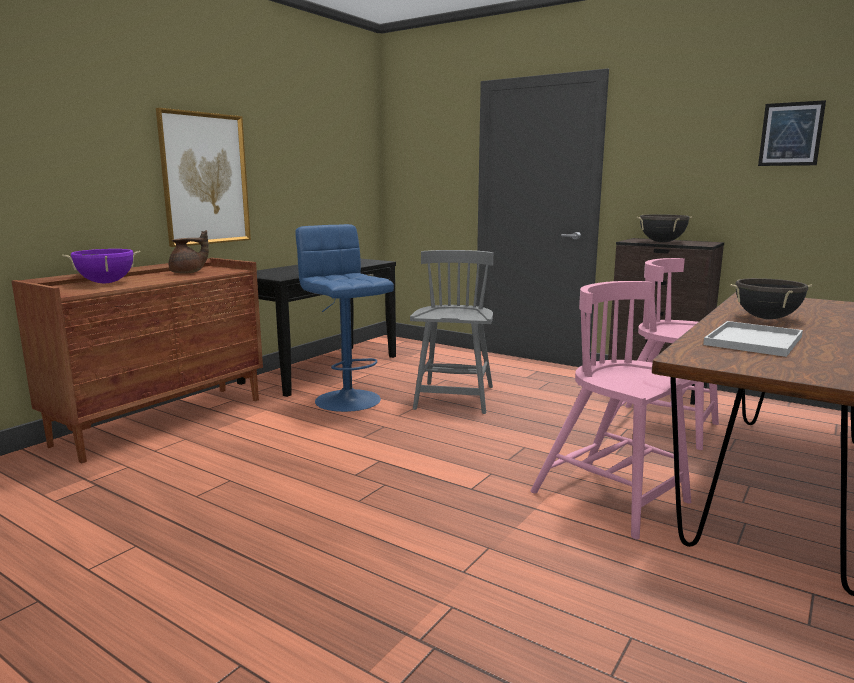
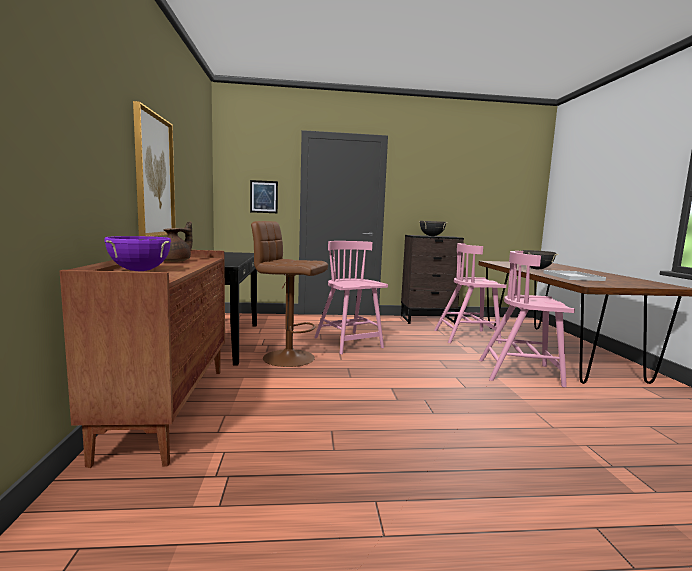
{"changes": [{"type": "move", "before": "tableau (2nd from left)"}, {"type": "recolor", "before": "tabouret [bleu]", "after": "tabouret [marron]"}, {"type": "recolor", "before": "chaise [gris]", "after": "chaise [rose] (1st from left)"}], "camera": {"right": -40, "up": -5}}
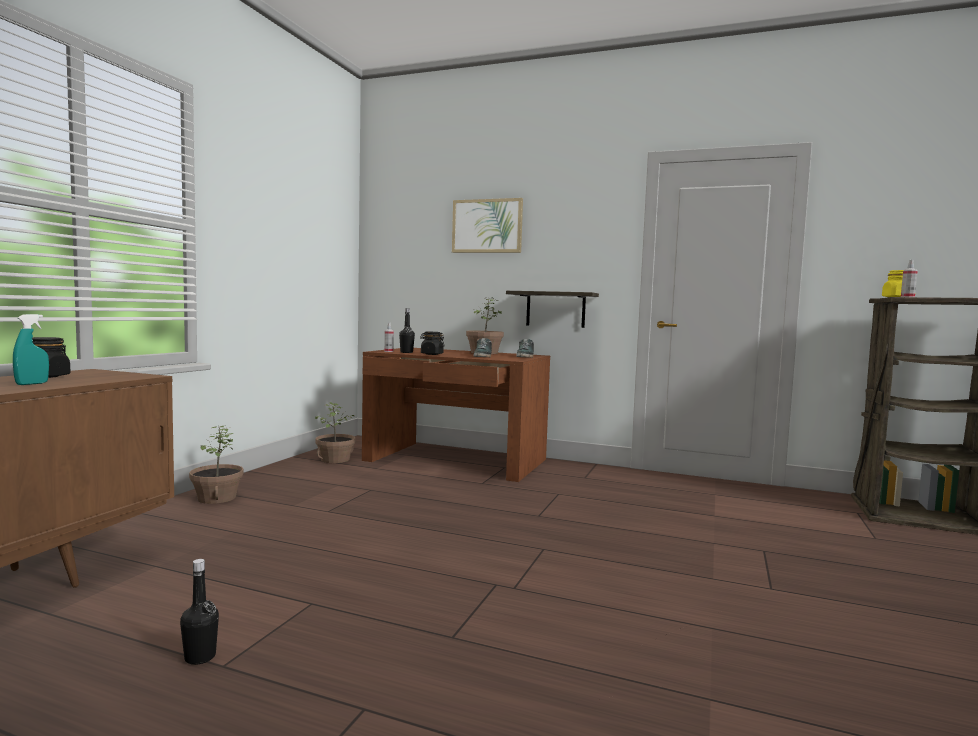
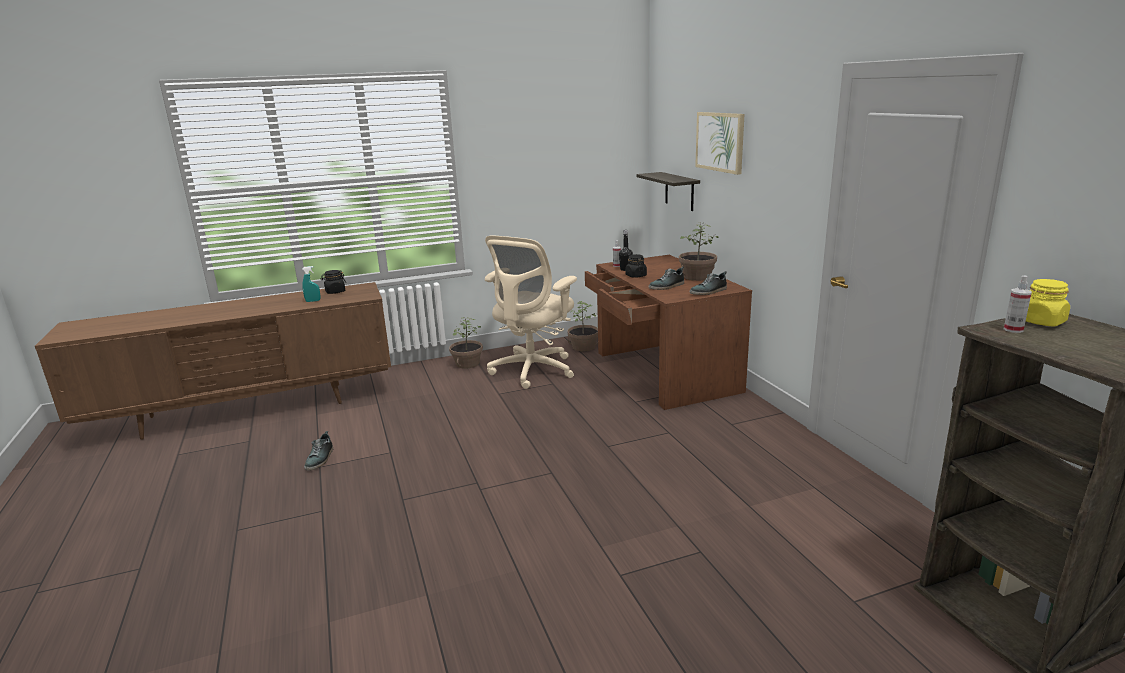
{"changes": [{"type": "replace", "before": "bouteille [noir] (1st from left)", "after": "chaussure (1st from left)"}, {"type": "insert", "after": "chaise de bureau [beige]"}, {"type": "move", "before": "étagère"}], "camera": {"right": 50, "up": 15}}
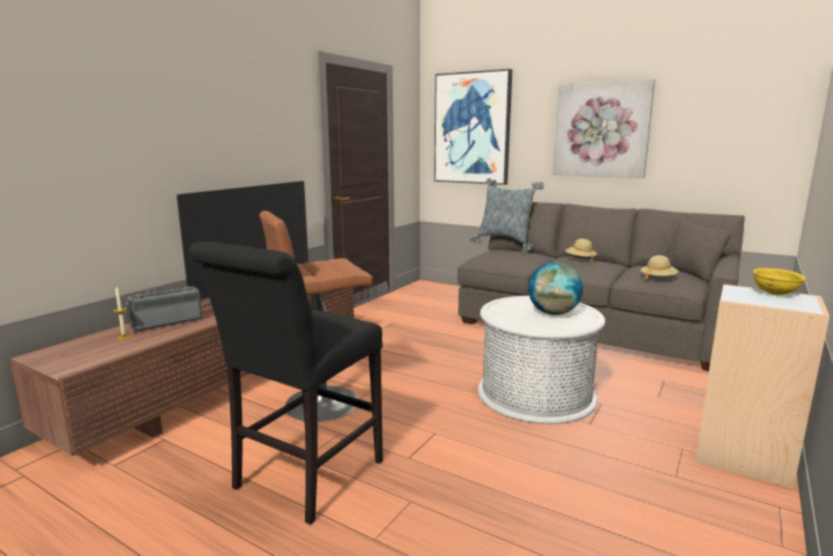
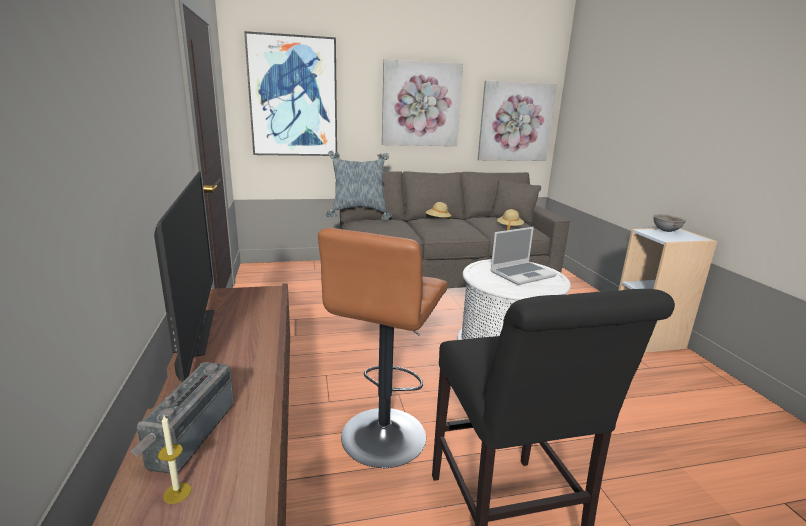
{"changes": [{"type": "insert", "after": "tableau (3rd from left)"}, {"type": "replace", "before": "globe", "after": "ordinateur portable"}, {"type": "recolor", "before": "bol [jaune]", "after": "bol [gris]"}], "camera": {"right": -45, "up": 5}}
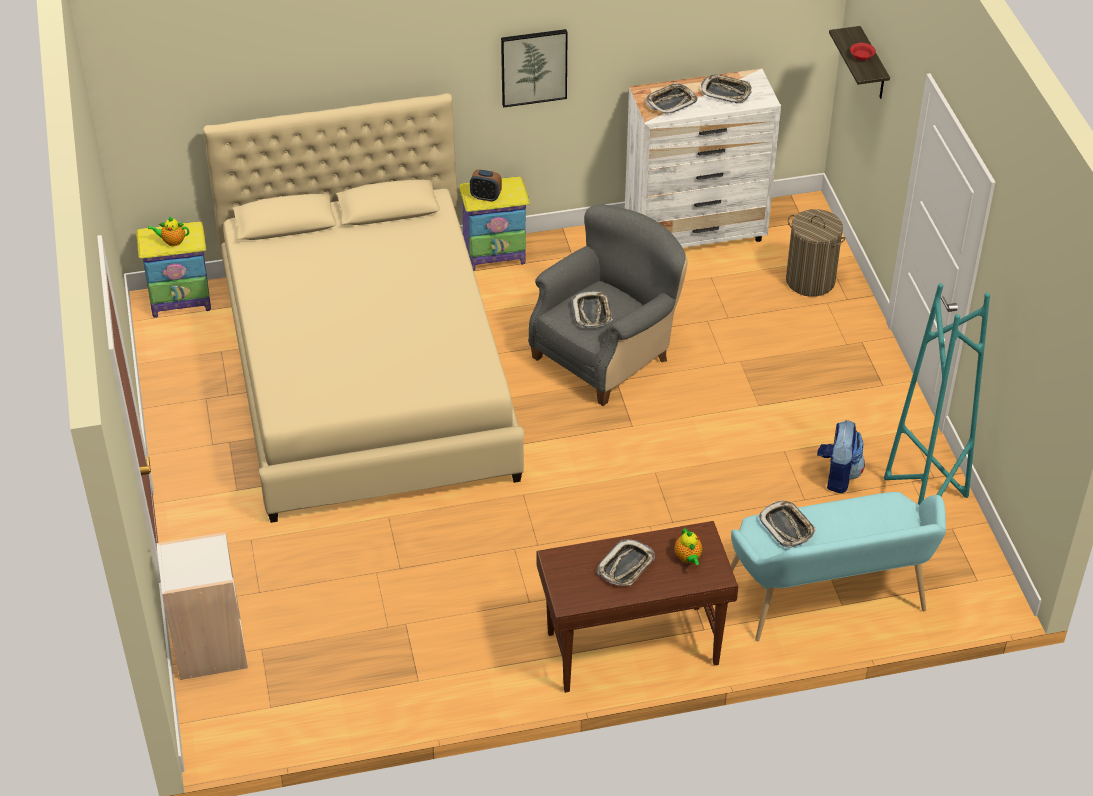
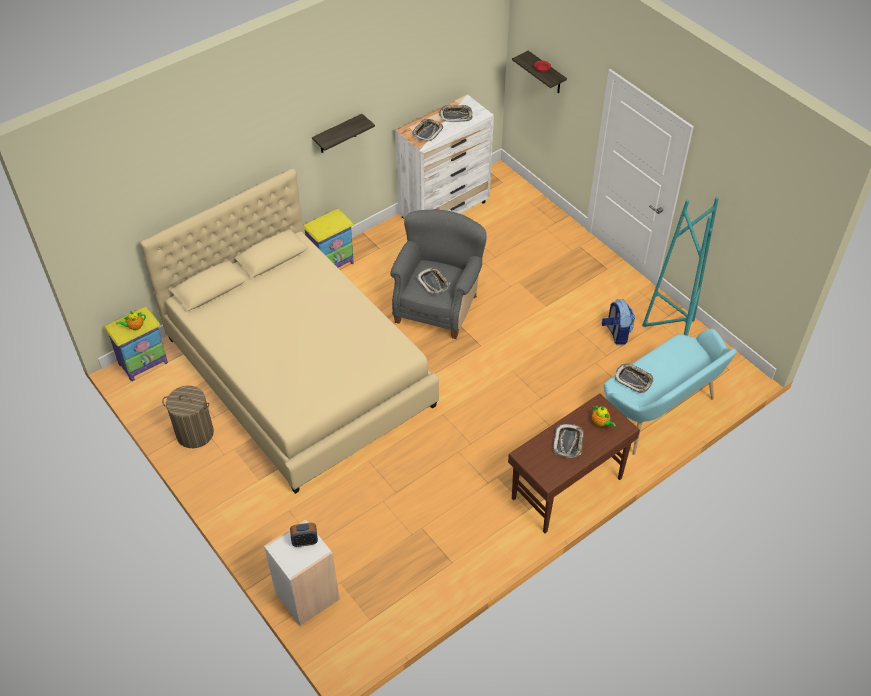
{"changes": [{"type": "move", "before": "panier à linge"}, {"type": "move", "before": "réveil"}, {"type": "replace", "before": "tableau", "after": "étagère (1st from left)"}], "camera": {"right": -25, "up": 5}}
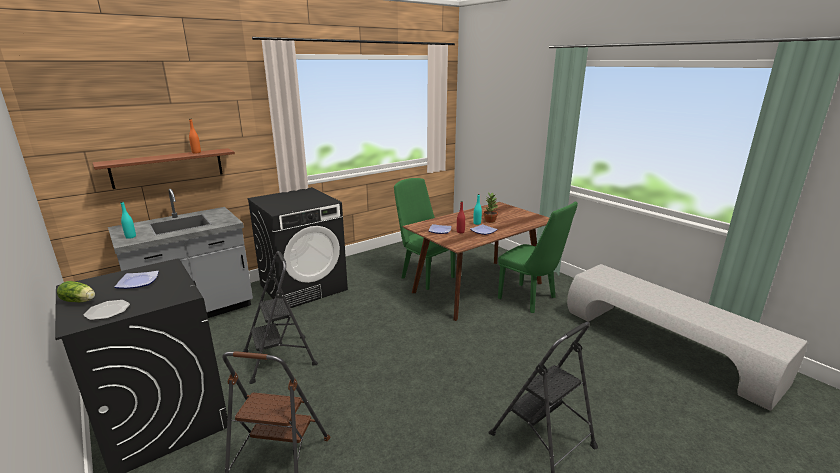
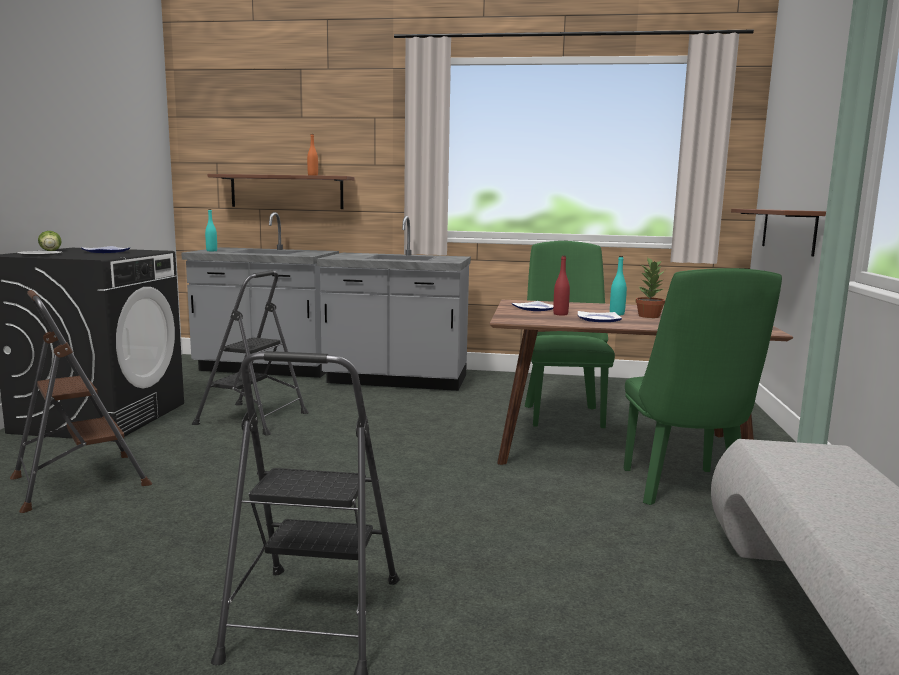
{"changes": [{"type": "replace", "before": "lave-linge [noir] (2nd from left)", "after": "comptoir de cuisine [gris] (2nd from left)"}, {"type": "insert", "after": "étagère [marron] (2nd from left)"}], "camera": {"right": 45, "up": -10}}
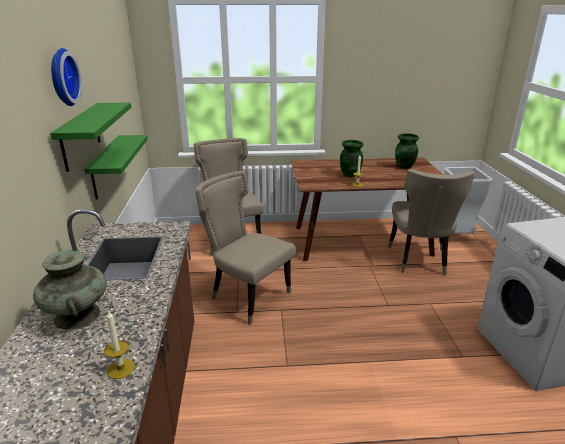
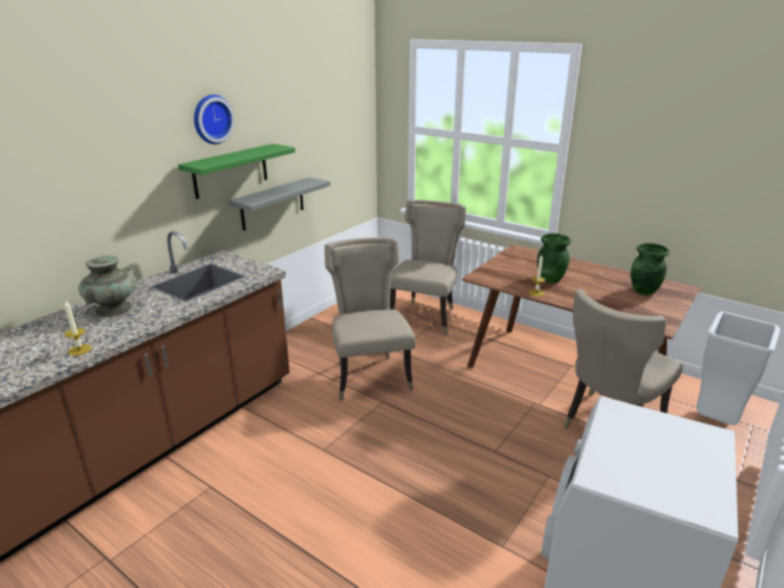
{"changes": [{"type": "recolor", "before": "étagère [vert] (2nd from left)", "after": "étagère [gris]"}], "camera": {"right": 40, "up": 0}}
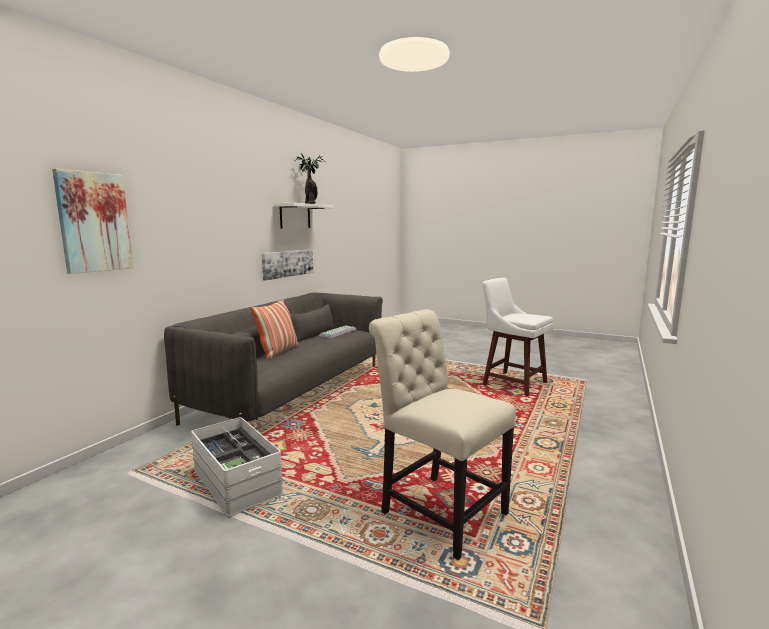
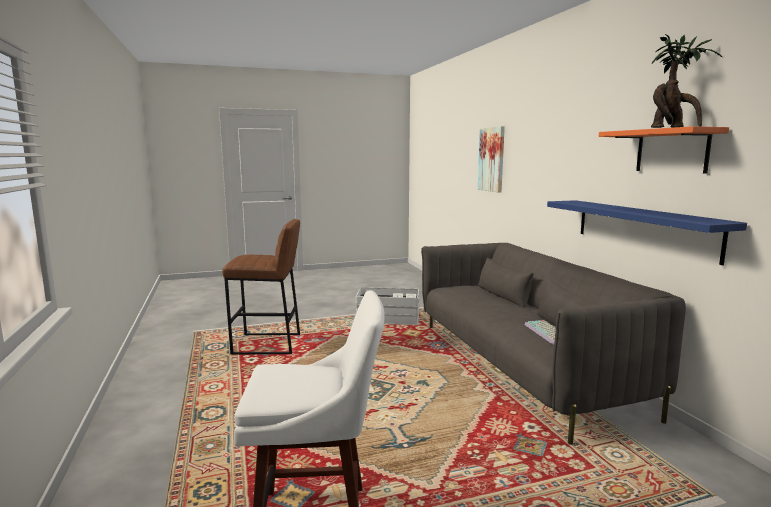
{"changes": [{"type": "replace", "before": "chaise [beige]", "after": "tabouret [marron]"}, {"type": "replace", "before": "tableau (2nd from left)", "after": "étagère [bleu]"}, {"type": "recolor", "before": "étagère [blanc]", "after": "étagère [orange]"}, {"type": "delete", "before": "coussin"}], "camera": {"right": 135, "up": 0}}
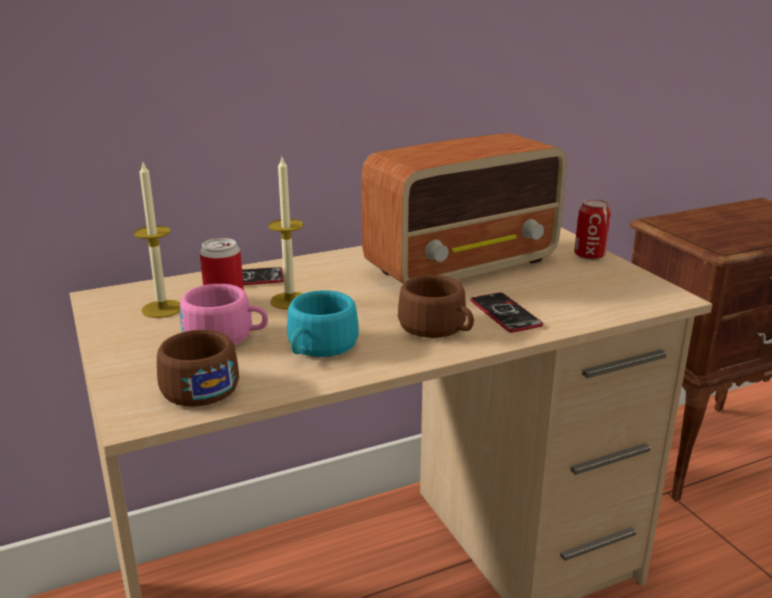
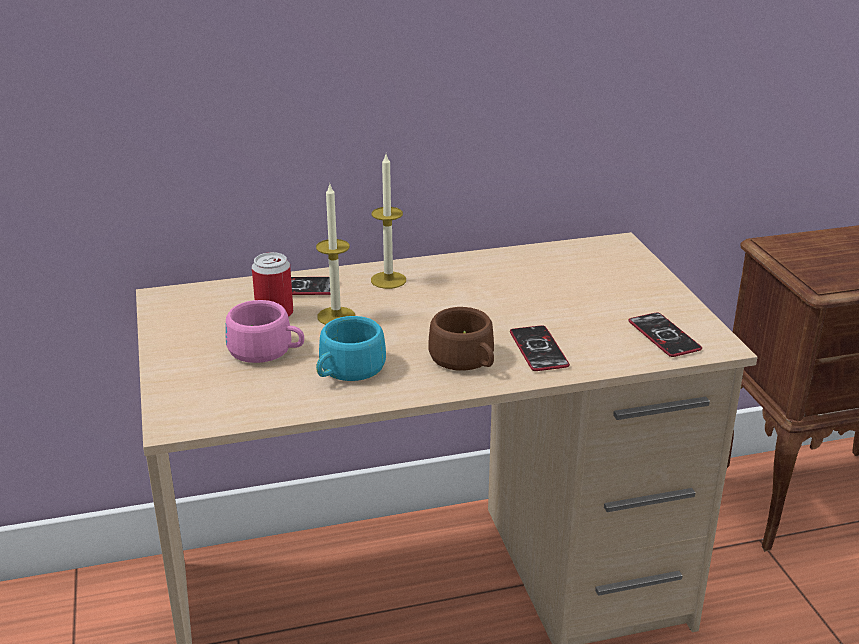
{"changes": [{"type": "move", "before": "bougie (1st from left in the first image)", "after": "bougie (2nd from left)"}, {"type": "insert", "after": "téléphone (3rd from left)"}, {"type": "delete", "before": "tasse [marron] (1st from left)"}, {"type": "delete", "before": "radio"}, {"type": "delete", "before": "boîte métallique (2nd from left)"}], "camera": {"right": 10, "up": 5}}
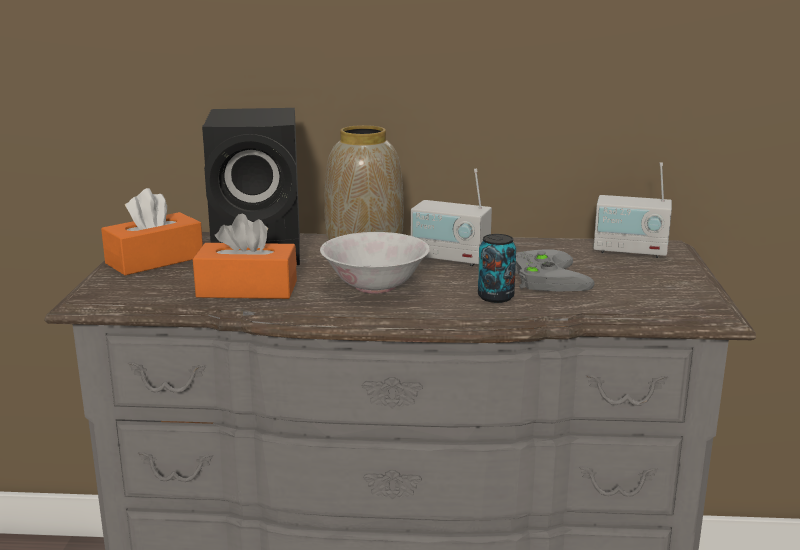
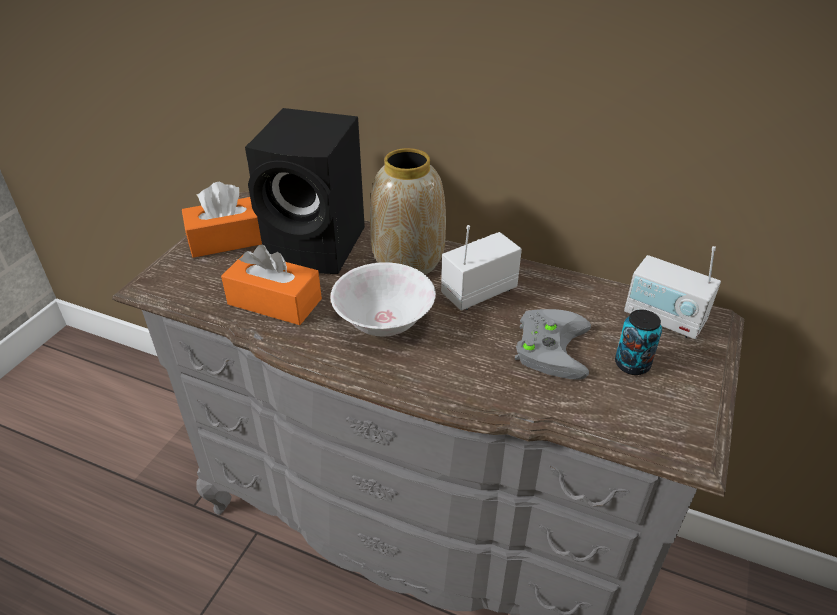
{"changes": [{"type": "rotate", "before": "radio (1st from left)", "turn": 105}, {"type": "move", "before": "boîte métallique"}], "camera": {"right": 20, "up": 20}}
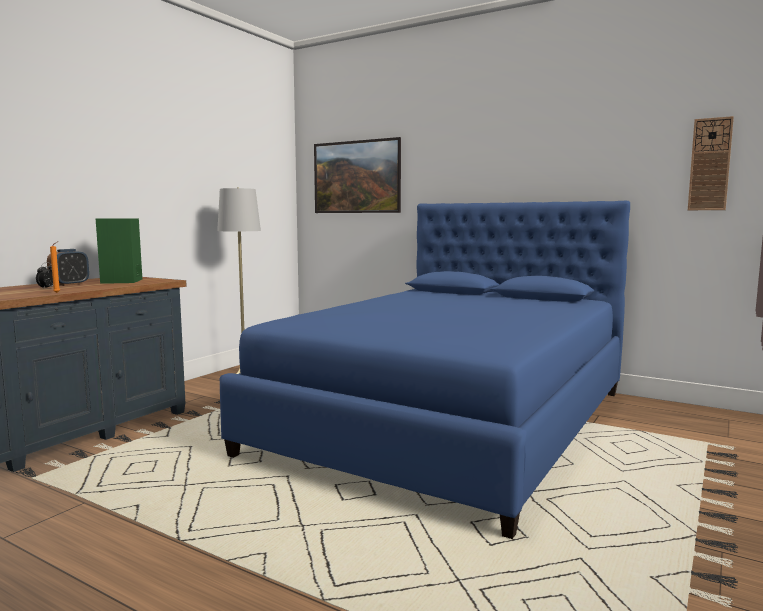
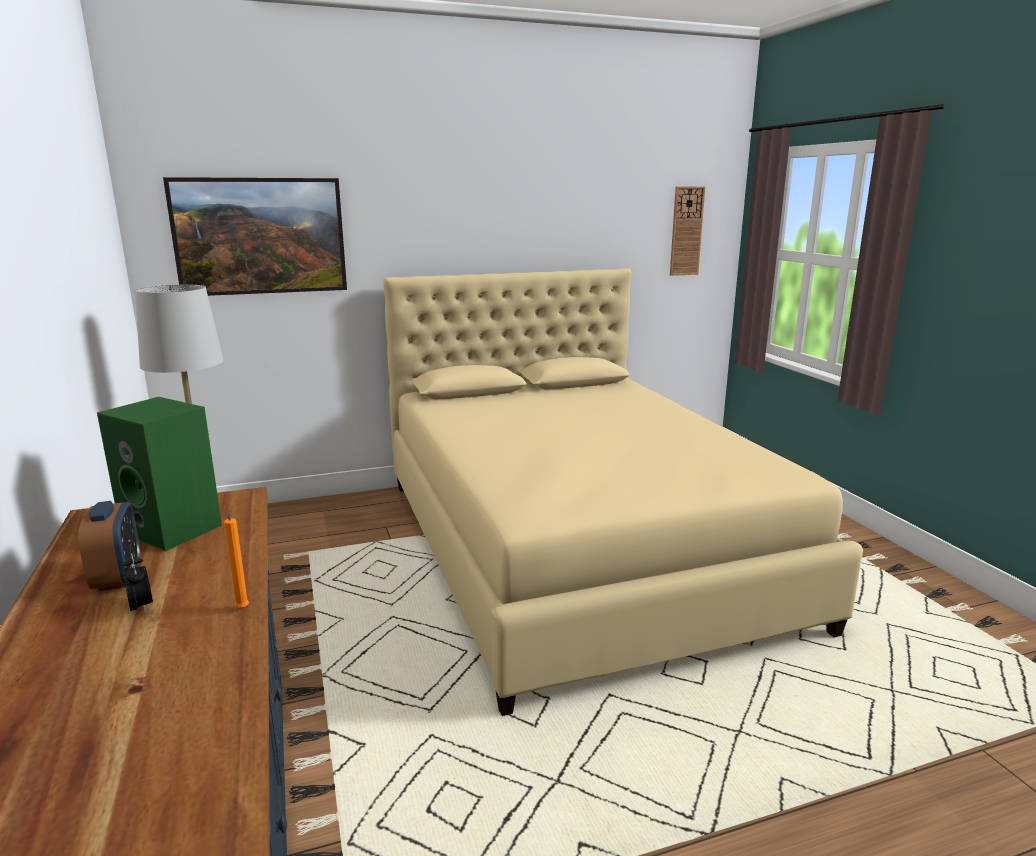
{"changes": [{"type": "recolor", "before": "lit [bleu]", "after": "lit [beige]"}], "camera": {"right": -50, "up": 10}}
